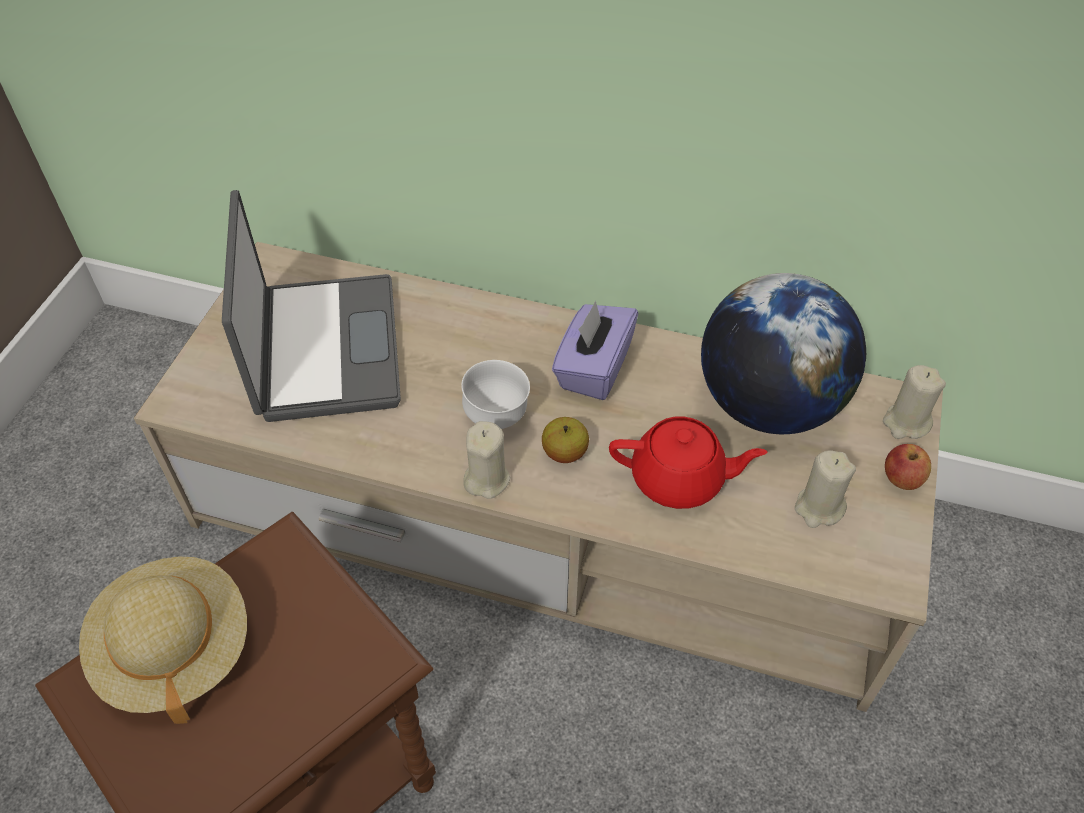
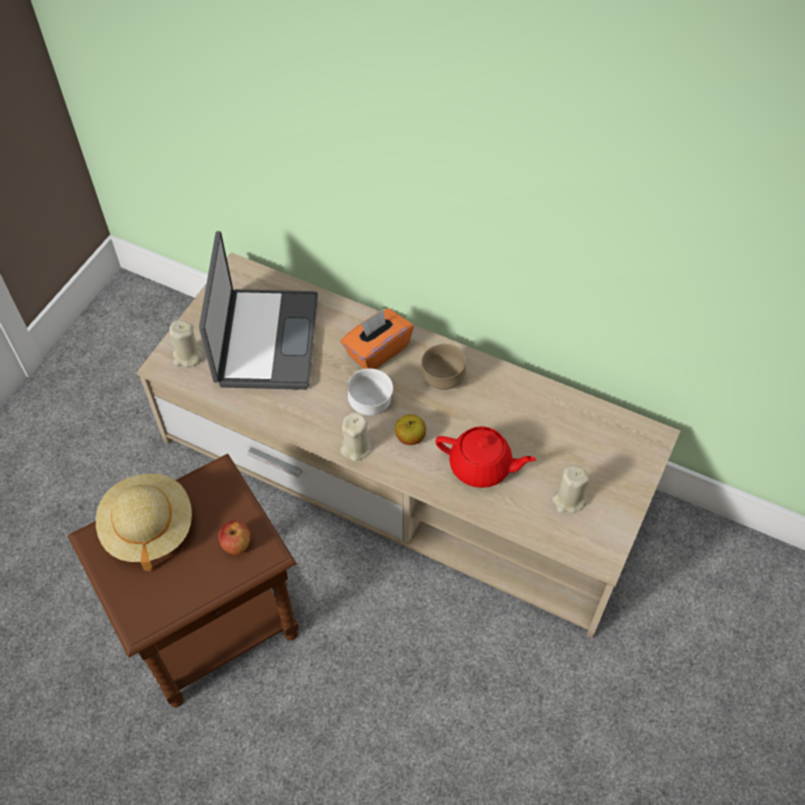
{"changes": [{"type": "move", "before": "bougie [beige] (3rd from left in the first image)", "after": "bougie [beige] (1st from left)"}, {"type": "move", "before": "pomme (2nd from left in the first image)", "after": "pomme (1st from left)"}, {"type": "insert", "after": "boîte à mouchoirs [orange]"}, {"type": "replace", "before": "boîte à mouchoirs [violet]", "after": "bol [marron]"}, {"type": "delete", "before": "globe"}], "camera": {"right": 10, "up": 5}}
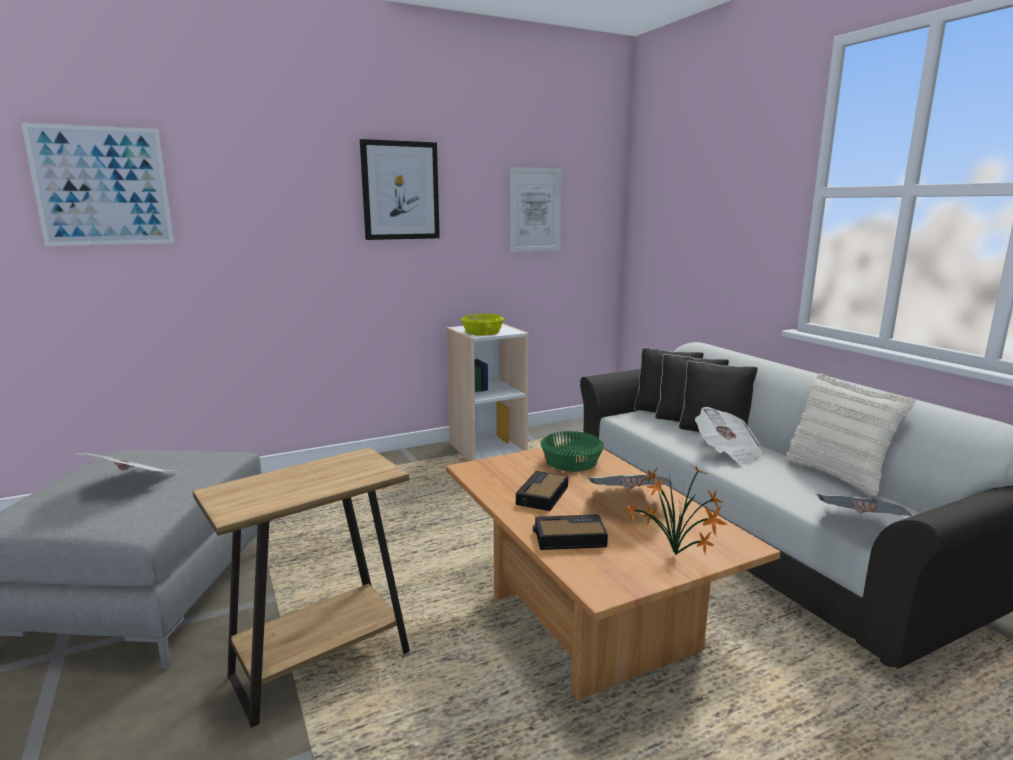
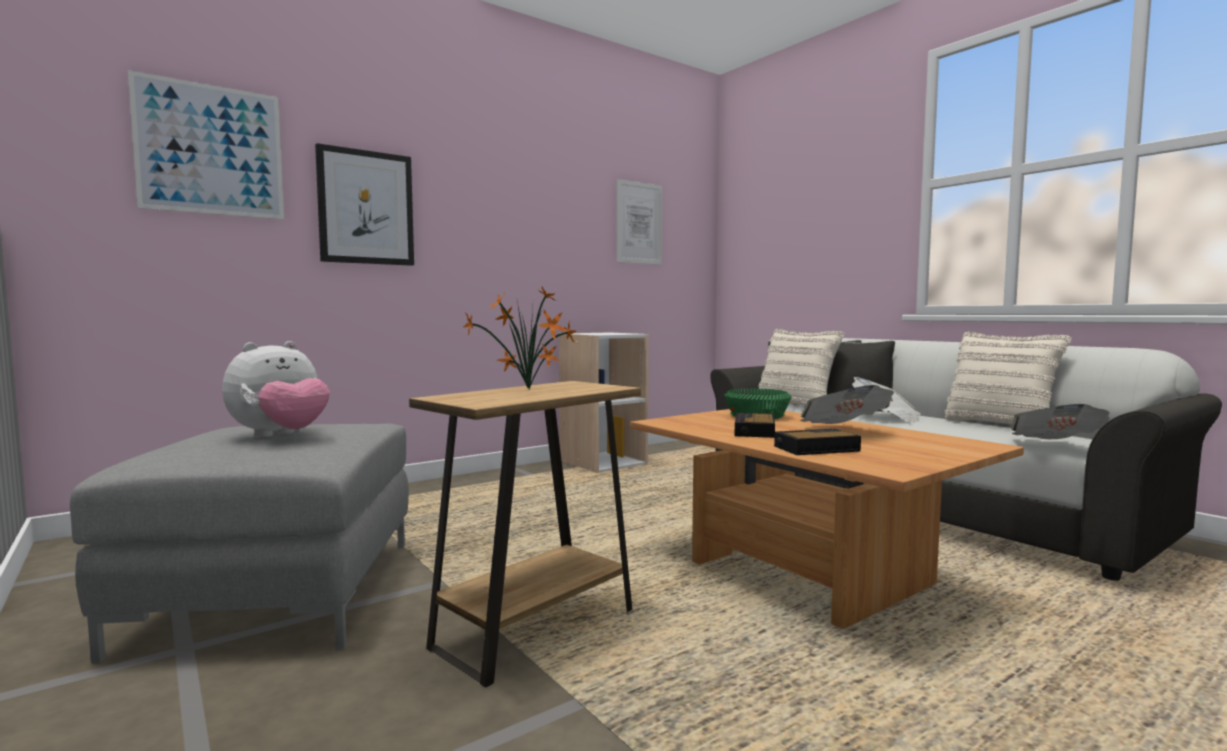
{"changes": [{"type": "replace", "before": "journal (1st from left)", "after": "peluche"}, {"type": "move", "before": "tableau (2nd from left)"}, {"type": "move", "before": "plante en pot"}, {"type": "insert", "after": "coussin [beige] (1st from left)"}, {"type": "delete", "before": "bol [jaune]"}], "camera": {"right": -10, "up": -10}}
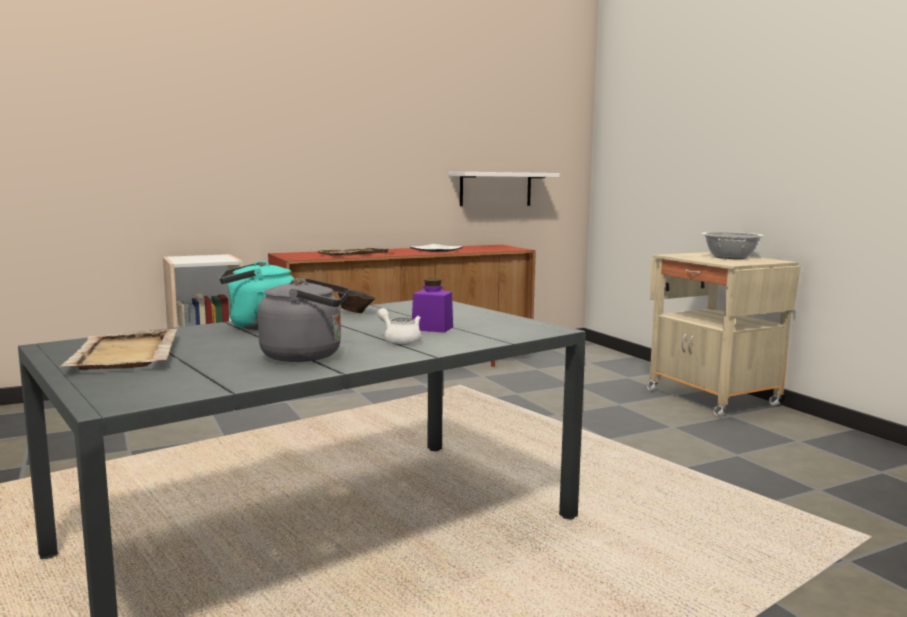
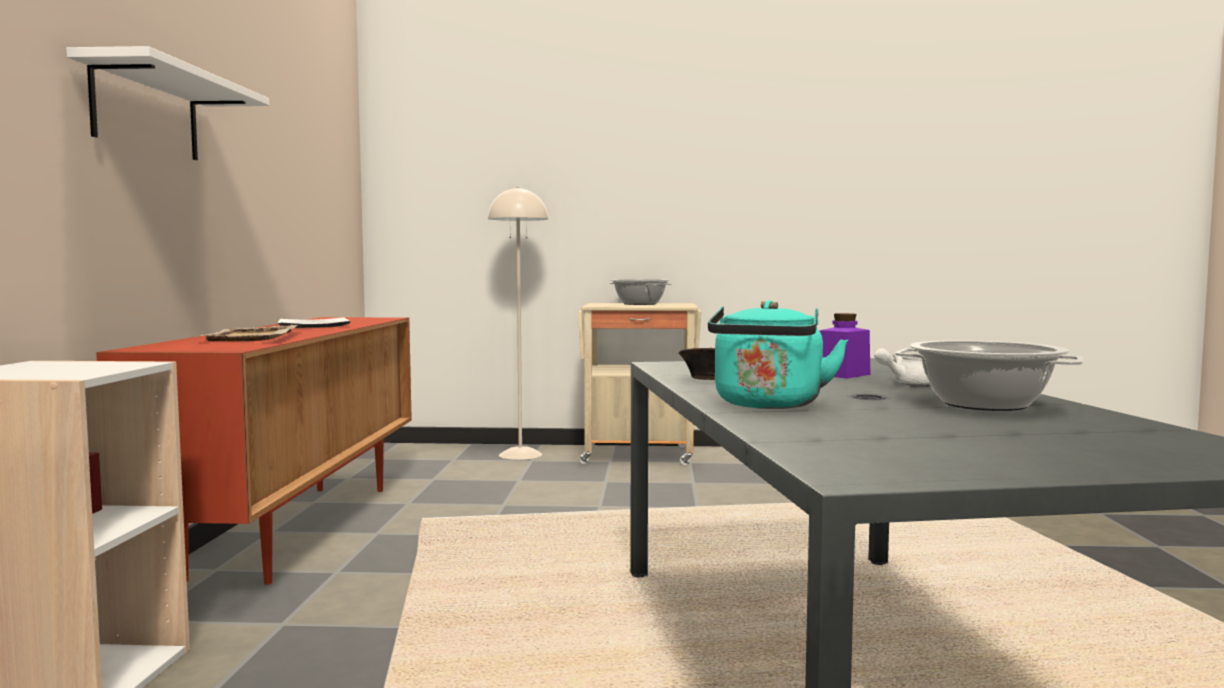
{"changes": [{"type": "move", "before": "étagère [blanc]"}, {"type": "insert", "after": "lampadaire [beige]"}, {"type": "replace", "before": "bouilloire [gris]", "after": "marmite (2nd from left)"}, {"type": "delete", "before": "plateau [beige] (1st from left)"}], "camera": {"right": -60, "up": -5}}
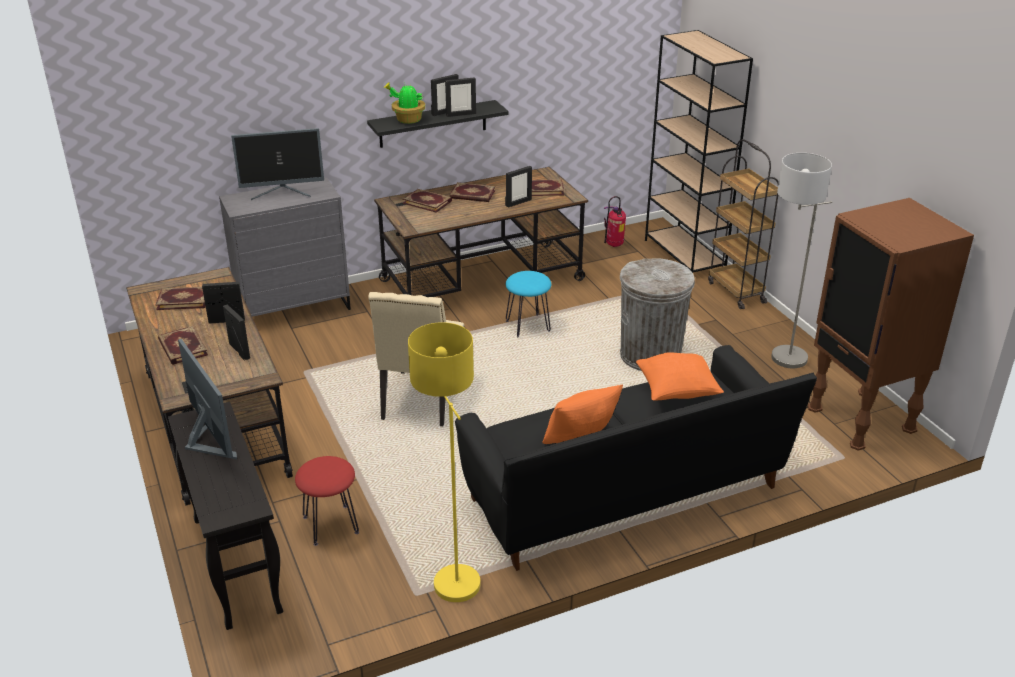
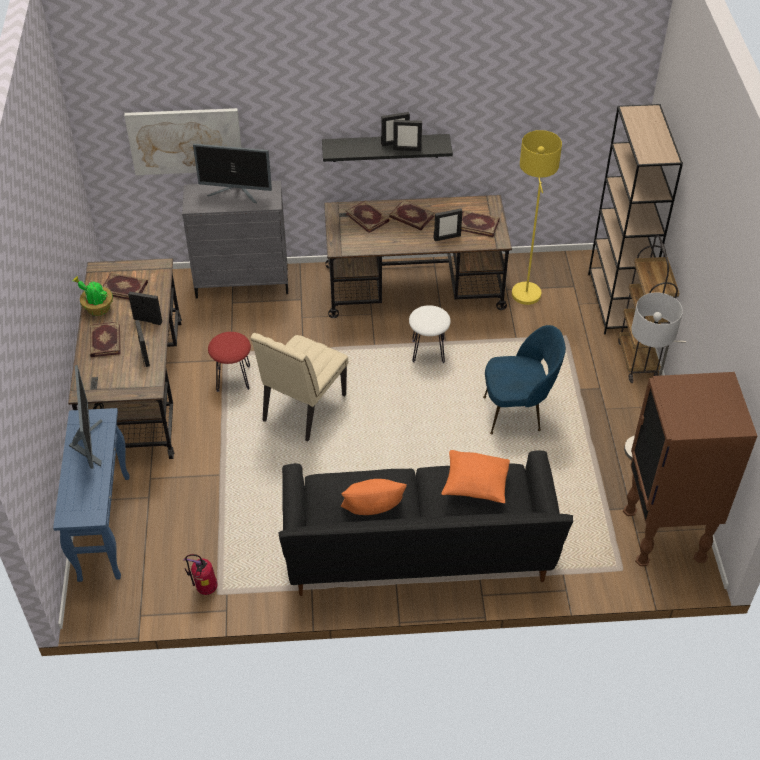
{"changes": [{"type": "recolor", "before": "table console [noir]", "after": "table console [bleu]"}, {"type": "move", "before": "plante en pot"}, {"type": "insert", "after": "tableau"}, {"type": "move", "before": "extincteur"}, {"type": "move", "before": "tabouret [rouge]"}, {"type": "recolor", "before": "tabouret [turquoise]", "after": "tabouret [blanc]"}, {"type": "replace", "before": "poubelle [gris]", "after": "chaise [bleu]"}, {"type": "move", "before": "lampadaire [jaune]"}], "camera": {"right": 20, "up": 15}}
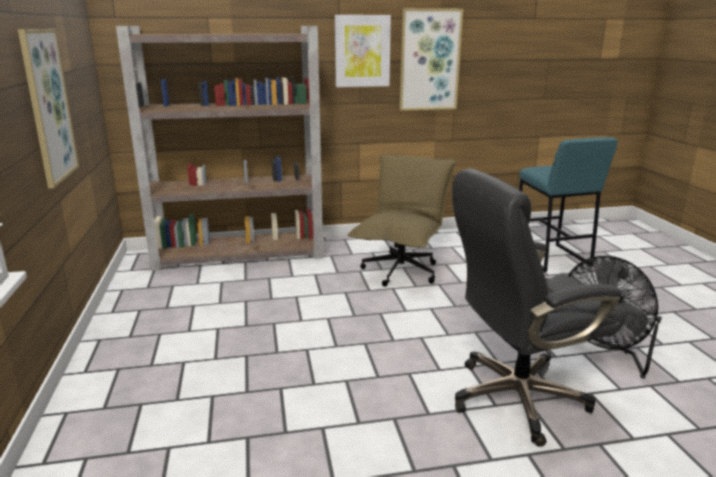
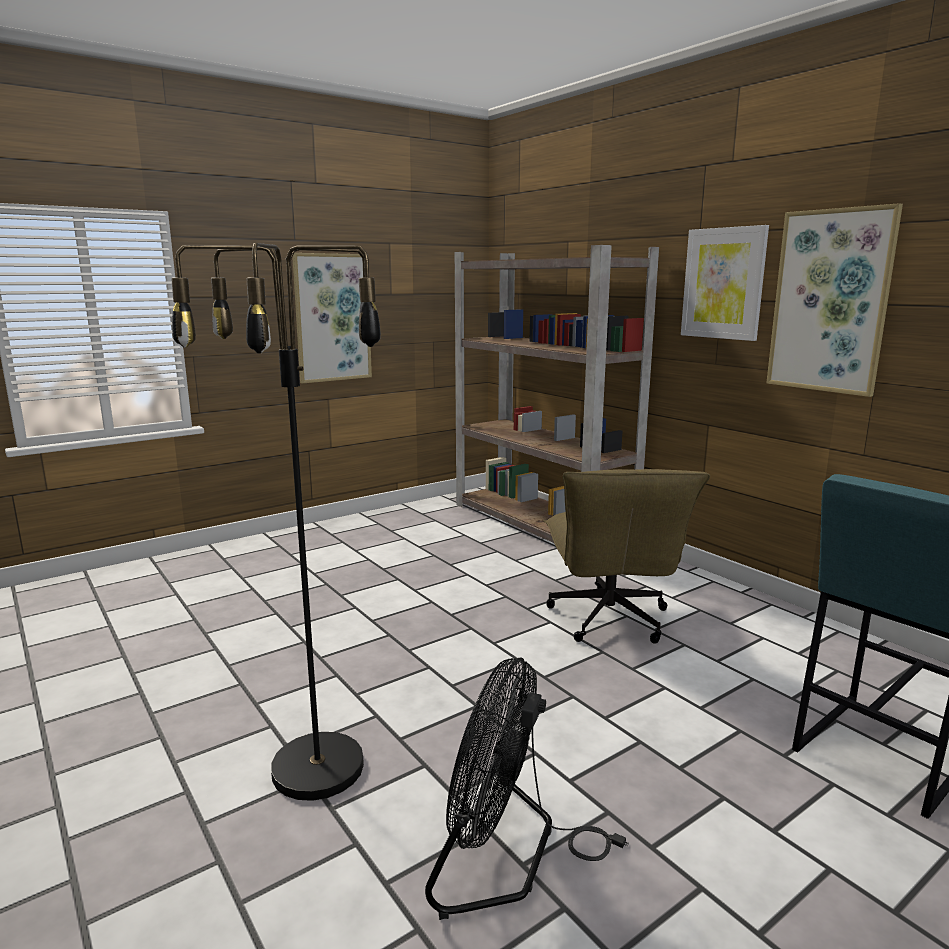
{"changes": [{"type": "replace", "before": "chaise de bureau [noir]", "after": "lampadaire"}, {"type": "rotate", "before": "chaise de bureau [beige]", "turn": 90}], "camera": {"right": 65, "up": -5}}
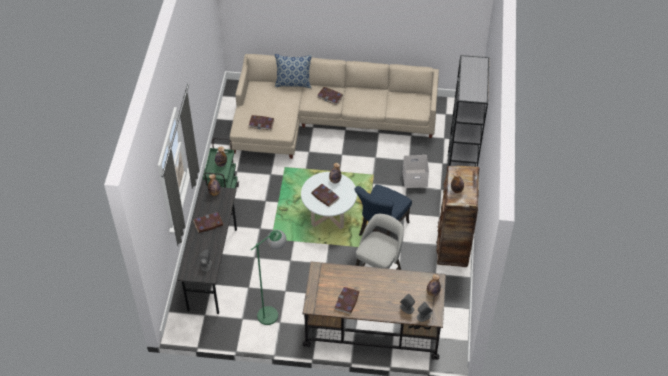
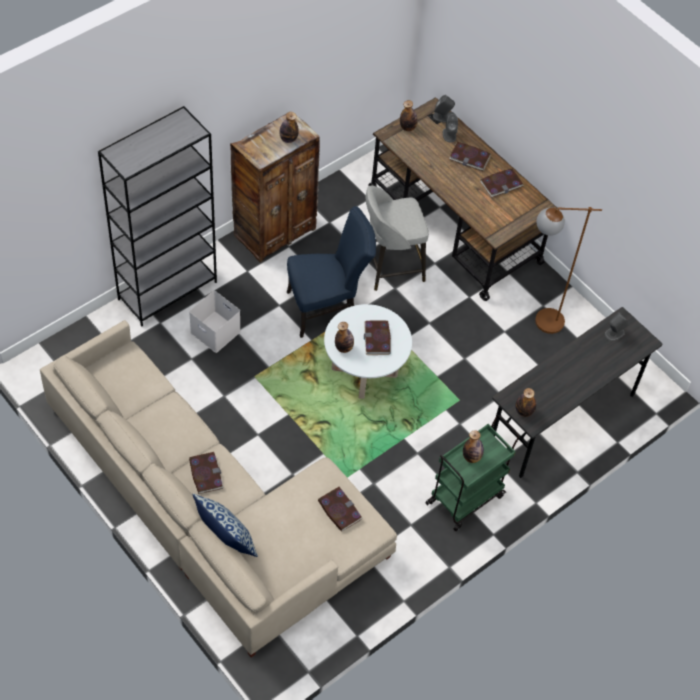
{"changes": [{"type": "move", "before": "livre (1st from left in the first image)", "after": "livre (4th from left)"}, {"type": "recolor", "before": "lampadaire [vert]", "after": "lampadaire [marron]"}], "camera": {"right": -140, "up": 5}}
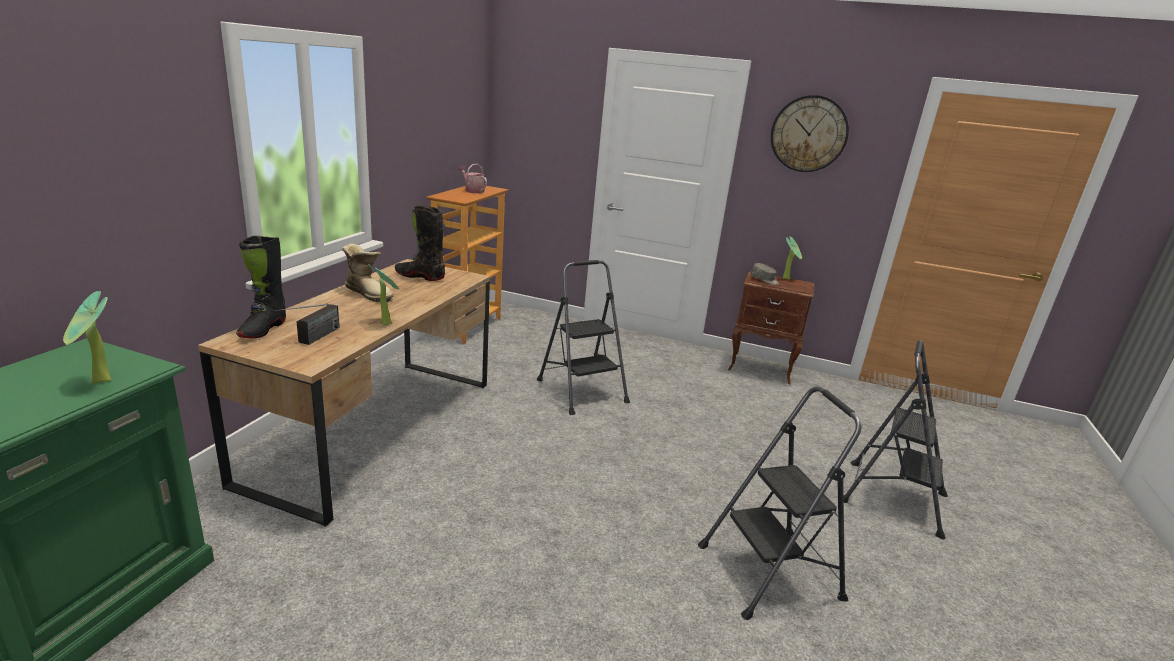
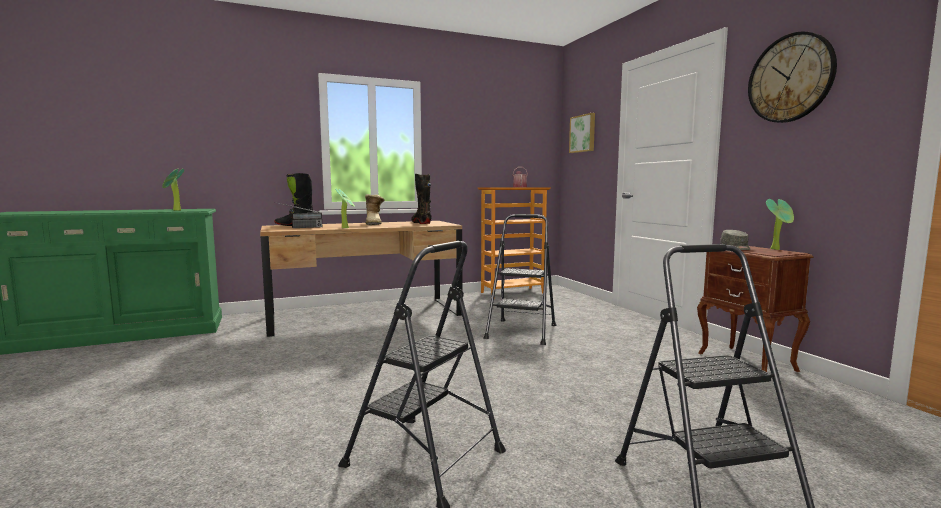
{"changes": [{"type": "insert", "after": "tableau"}], "camera": {"right": 50, "up": -15}}
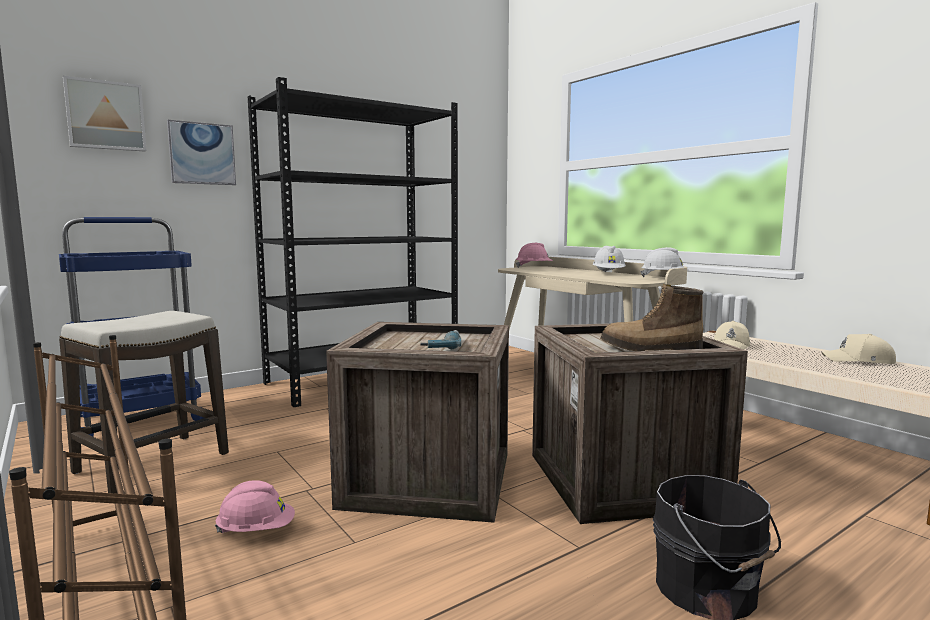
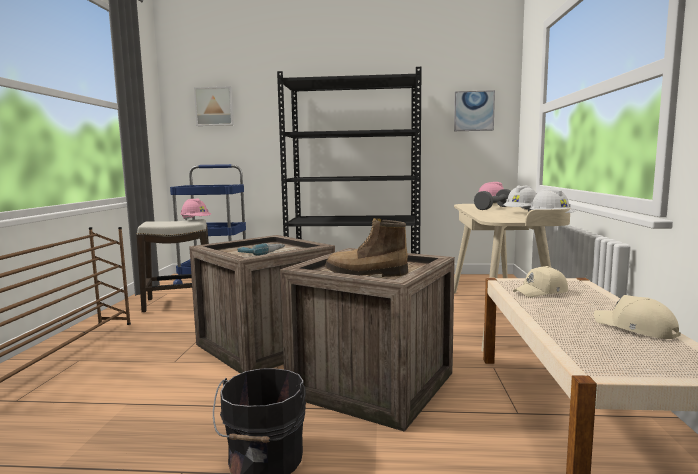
{"changes": [{"type": "move", "before": "casque de chantier [rose] (1st from left)"}, {"type": "rotate", "before": "botte", "turn": -45}, {"type": "move", "before": "tableau (2nd from left)"}, {"type": "insert", "after": "haltère [gris]"}], "camera": {"right": 40, "up": 0}}
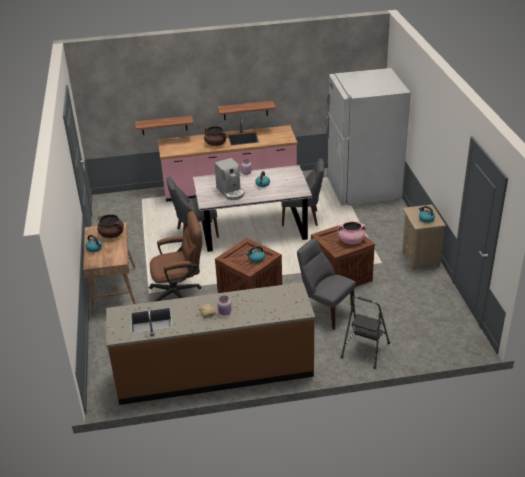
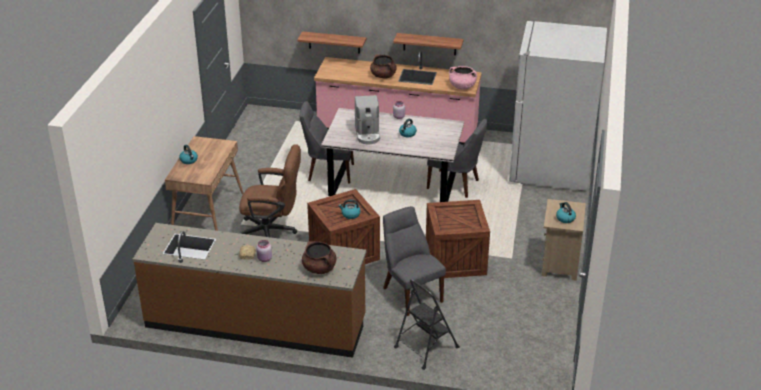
{"changes": [{"type": "move", "before": "marmite [marron] (1st from left)"}, {"type": "move", "before": "marmite [rose]"}], "camera": {"right": 20, "up": 0}}
